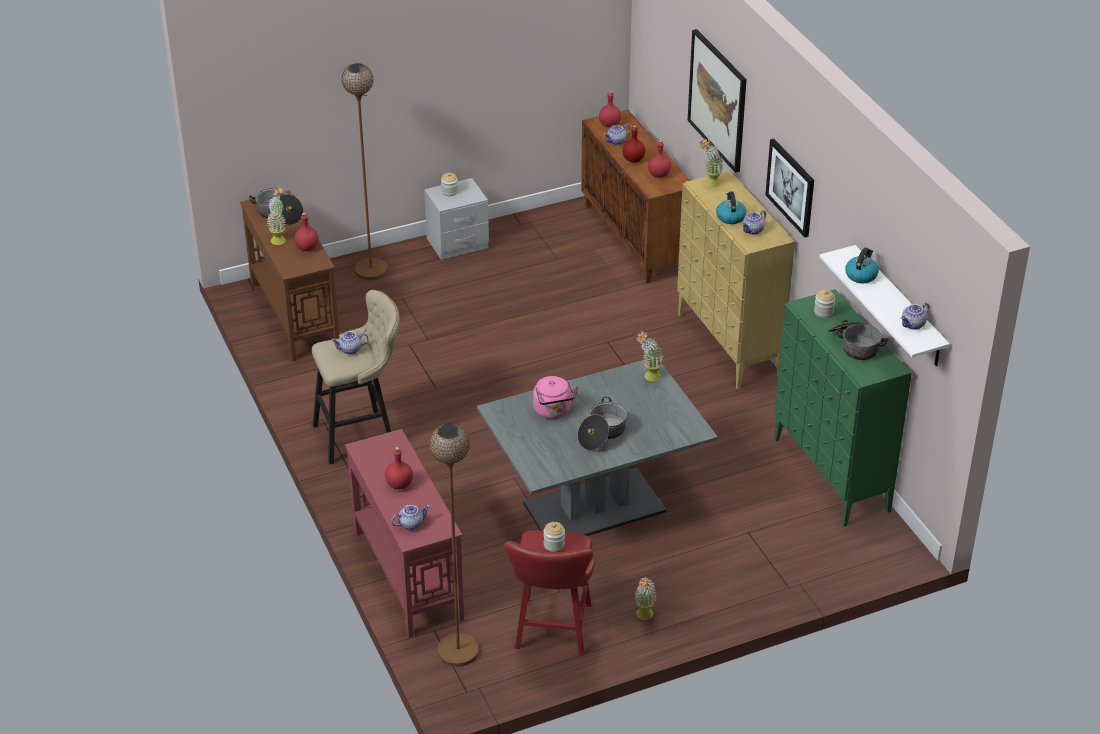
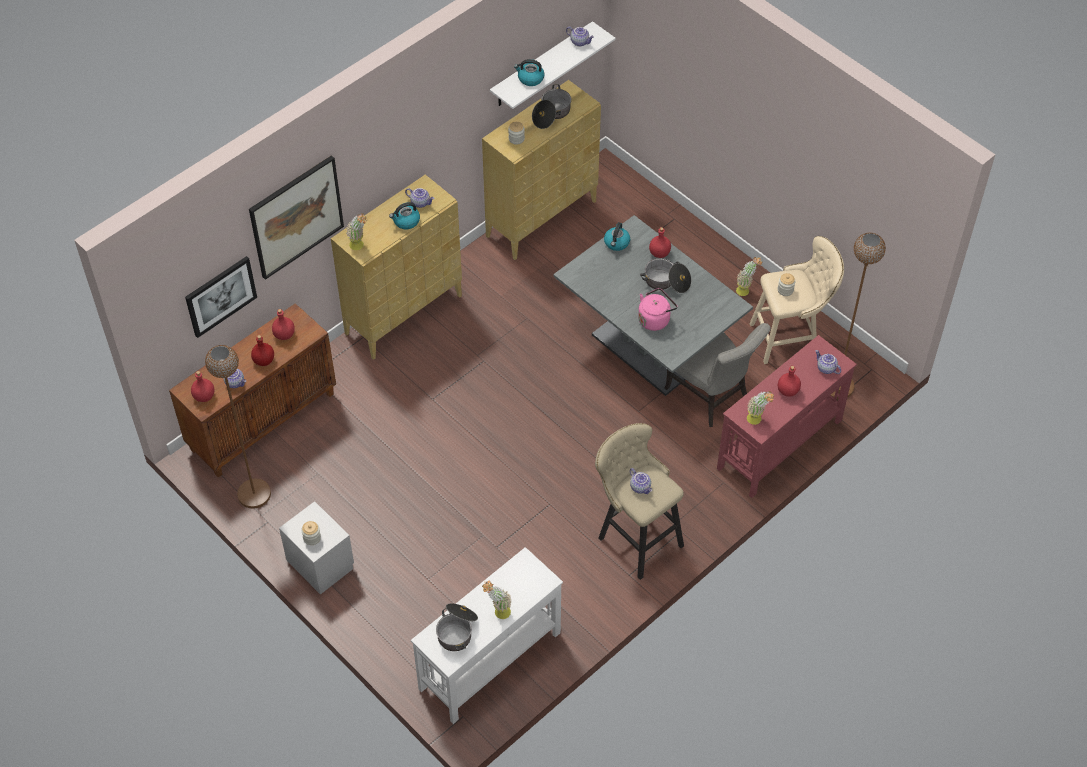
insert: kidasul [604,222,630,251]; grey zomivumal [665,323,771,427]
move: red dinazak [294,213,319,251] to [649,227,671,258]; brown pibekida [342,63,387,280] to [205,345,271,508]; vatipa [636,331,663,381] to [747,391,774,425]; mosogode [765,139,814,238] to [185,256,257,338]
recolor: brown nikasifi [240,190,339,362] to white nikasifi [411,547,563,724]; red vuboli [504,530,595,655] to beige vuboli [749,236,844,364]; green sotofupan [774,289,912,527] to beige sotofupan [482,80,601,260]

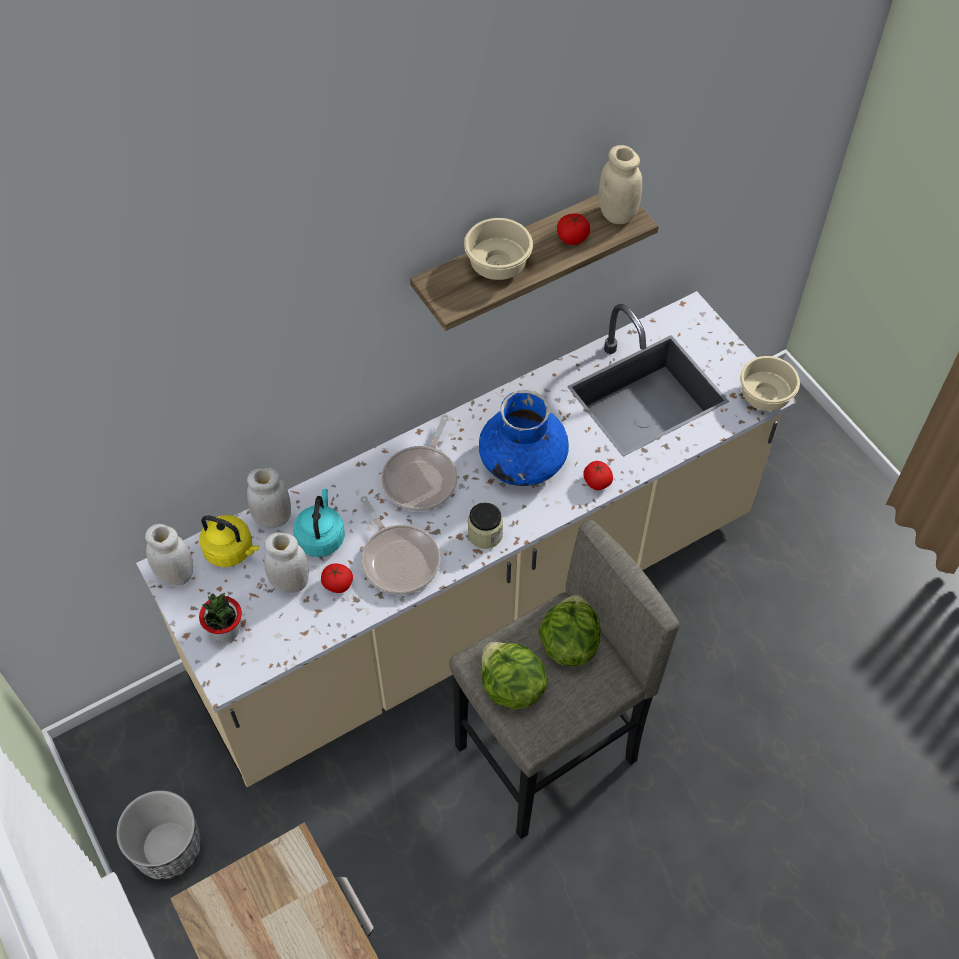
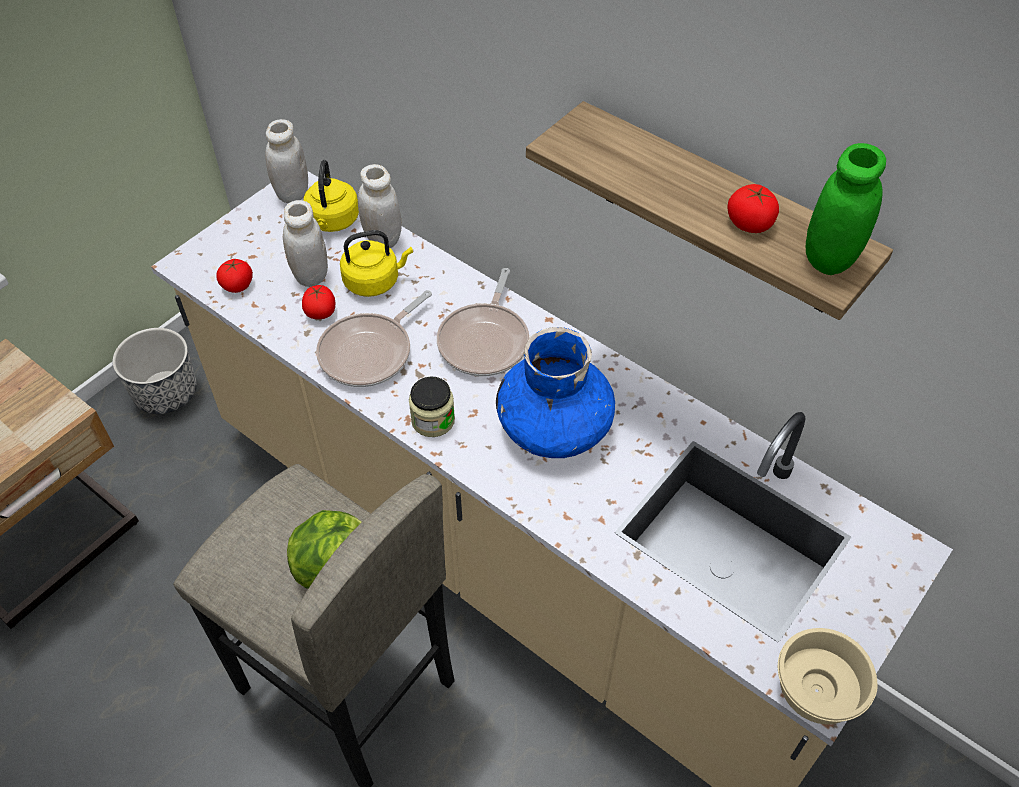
delete: vatipa [199,593,242,643]; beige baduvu [464,218,533,280]; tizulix [481,642,547,710]
move: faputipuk [583,461,613,490] to [216,258,253,293]
recolor: turquoise kidasul [293,489,345,557] to yellow kidasul [340,230,413,297]; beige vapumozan [599,145,642,224] to green vapumozan [806,143,886,275]
rotate: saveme [381,415,457,511] = [437,268,529,376] 75 degrees counterclockwise

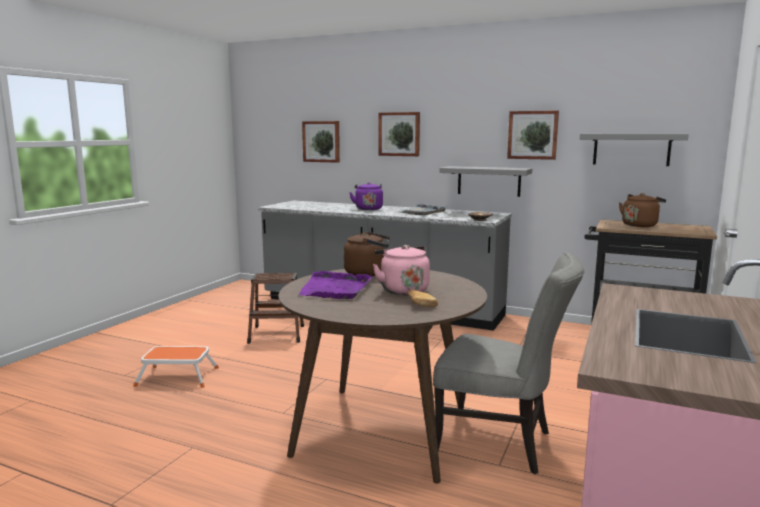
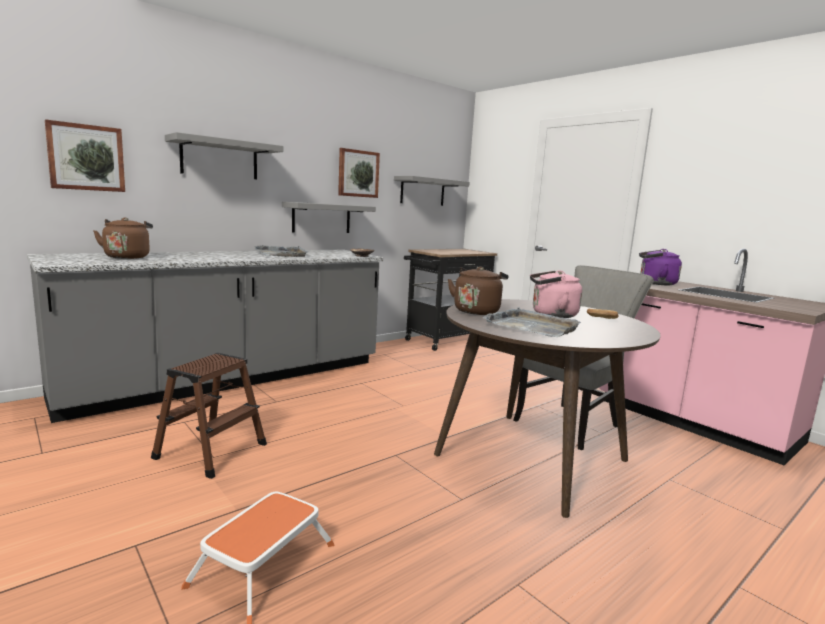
move: purple kidasul [349,182,383,210] to [639,249,682,286]; brown kidasul [619,193,666,227] to [93,217,153,259]
replace: mosogode [379,112,420,156] to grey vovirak [165,132,283,179]
recolor: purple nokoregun [298,271,372,299] to grey nokoregun [483,307,581,337]

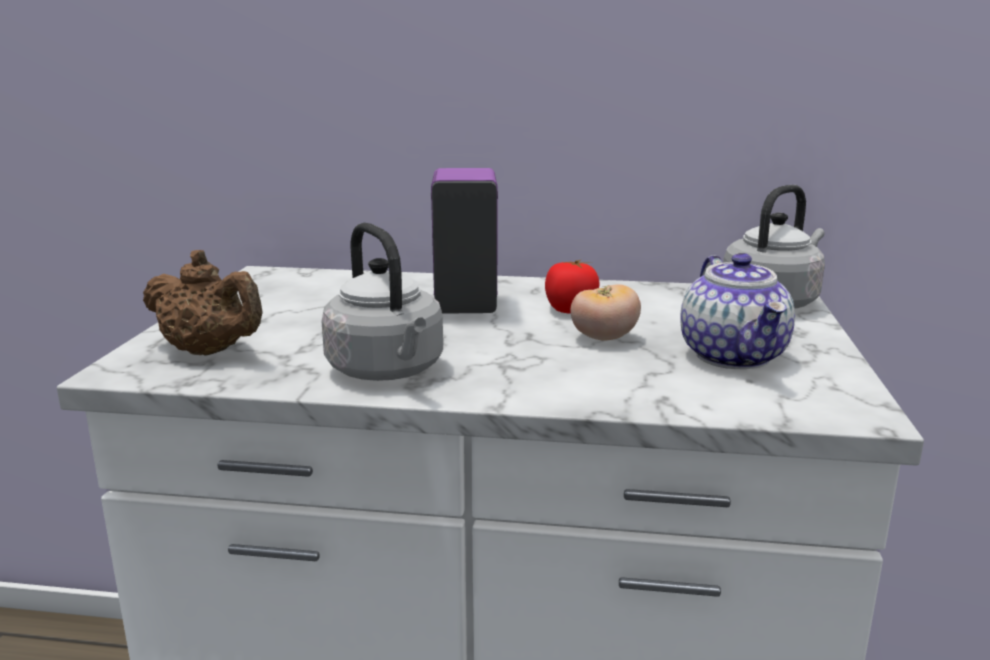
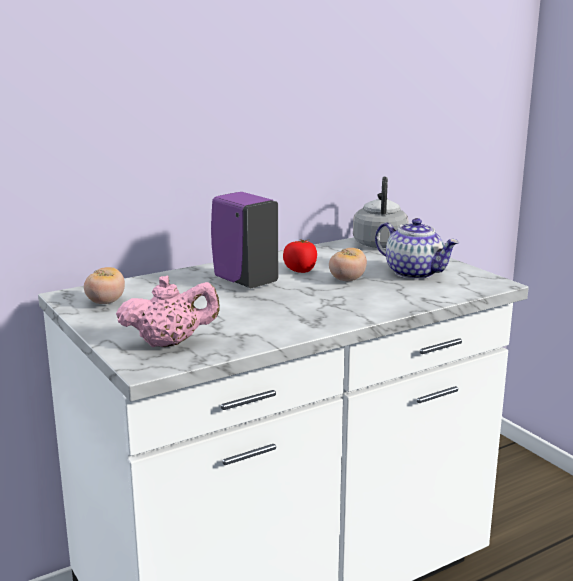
delete: grey kidasul [321,223,443,381]
insert: faputipuk [84,267,125,304]
recolor: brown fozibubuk [143,250,263,356] to pink fozibubuk [116,276,220,347]

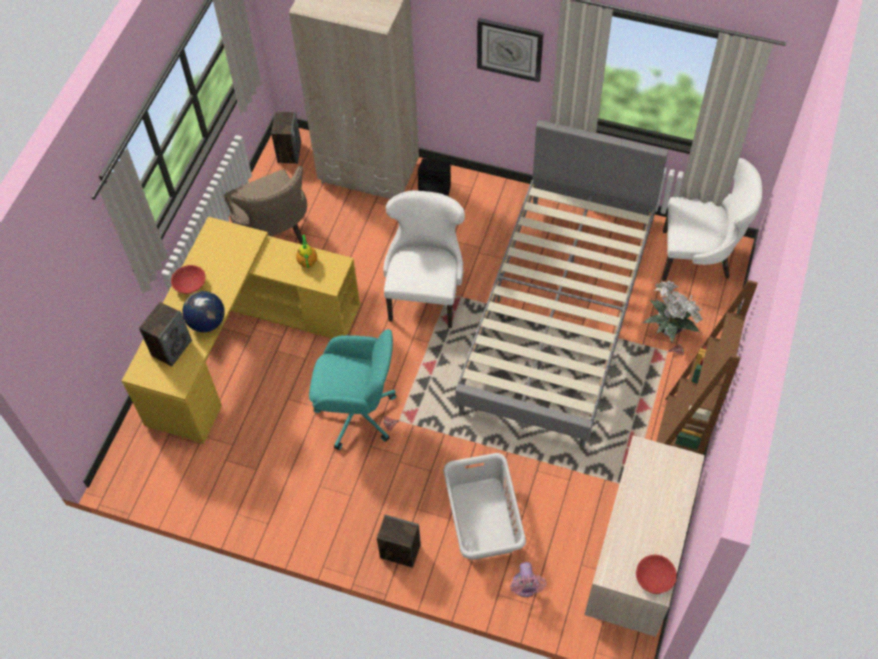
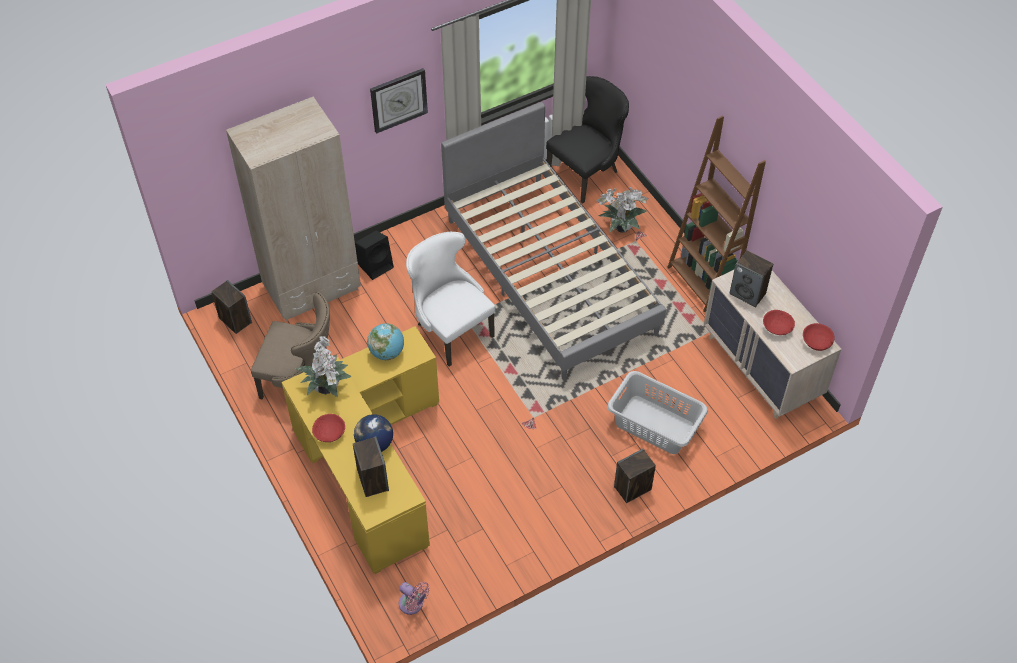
delete: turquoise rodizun [309,329,396,450]
insert: vatipa [295,336,352,397]; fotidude [729,250,773,307]; red baduvu [763,310,795,335]
move: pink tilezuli [510,562,547,597] to [399,582,430,615]
replace: fozibubuk [296,235,317,268] to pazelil [367,324,404,360]
recolor: white zomivumal [662,158,762,281] to black zomivumal [546,76,629,204]

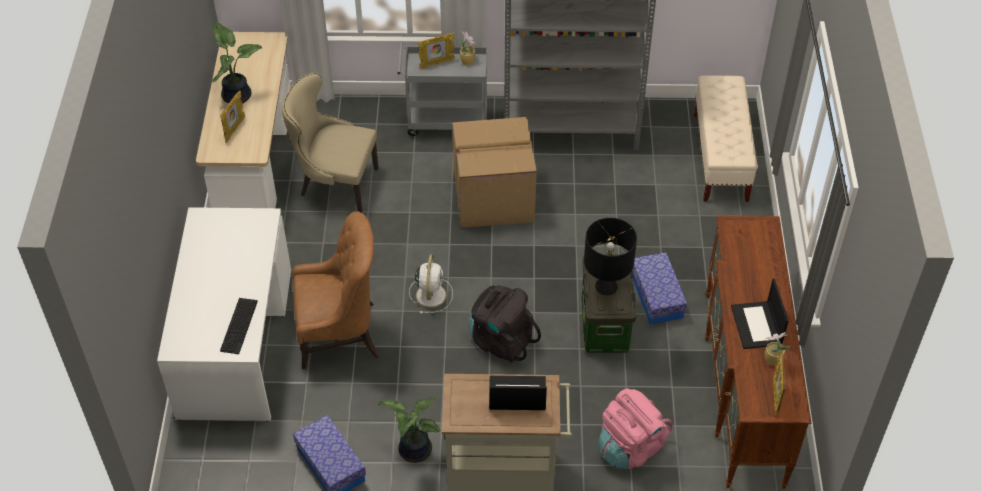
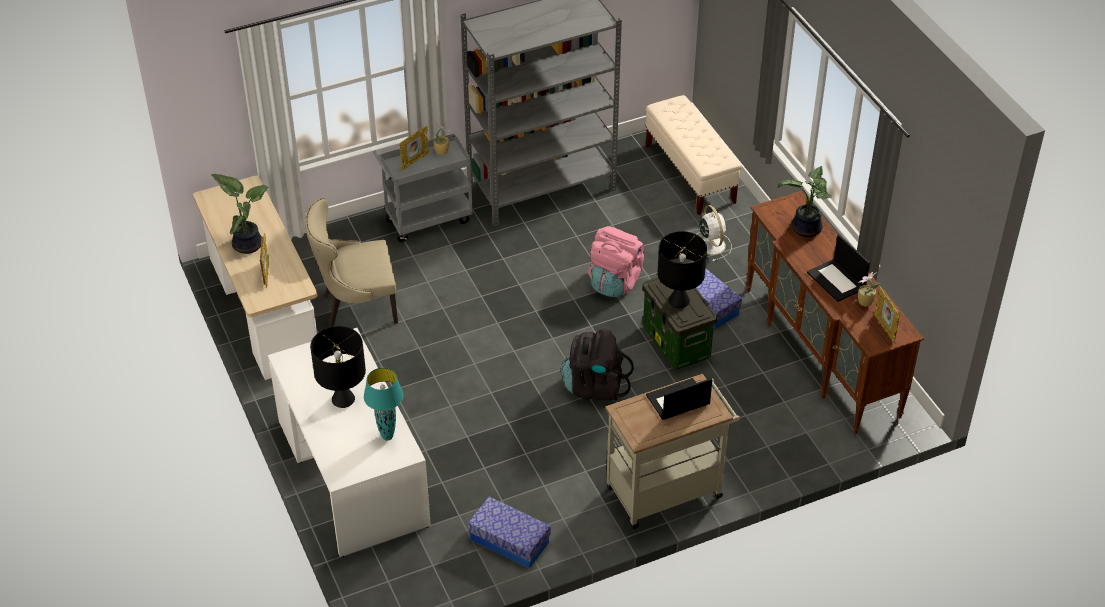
delete: brown zomivumal [292,211,379,369]; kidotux [453,117,537,228]
insert: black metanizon [310,326,366,408]
move: vatipa [378,396,441,463] to [777,166,832,237]; white tilezuli [409,254,453,314] to [696,205,732,261]; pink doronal [599,388,673,469] to [588,226,644,297]
replace: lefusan [220,298,258,354] to turquoise metanizon [364,368,403,441]

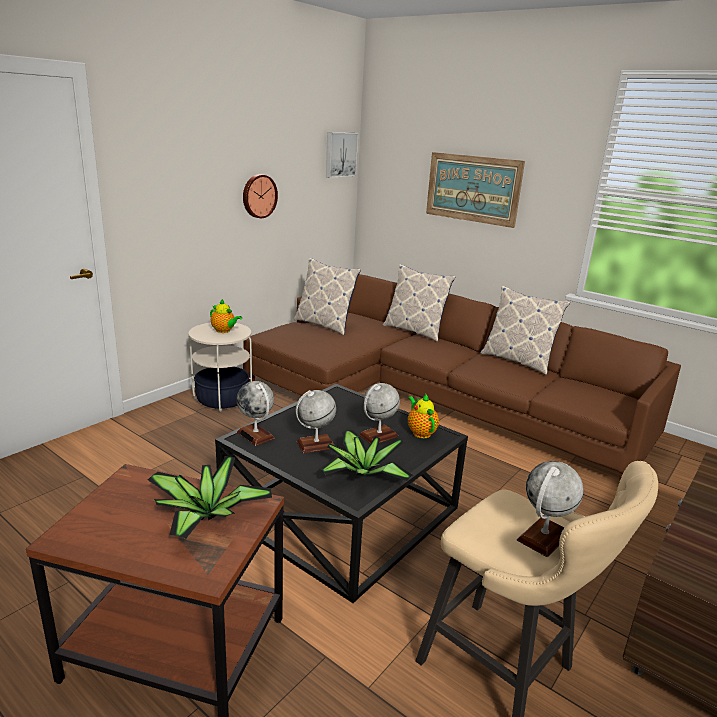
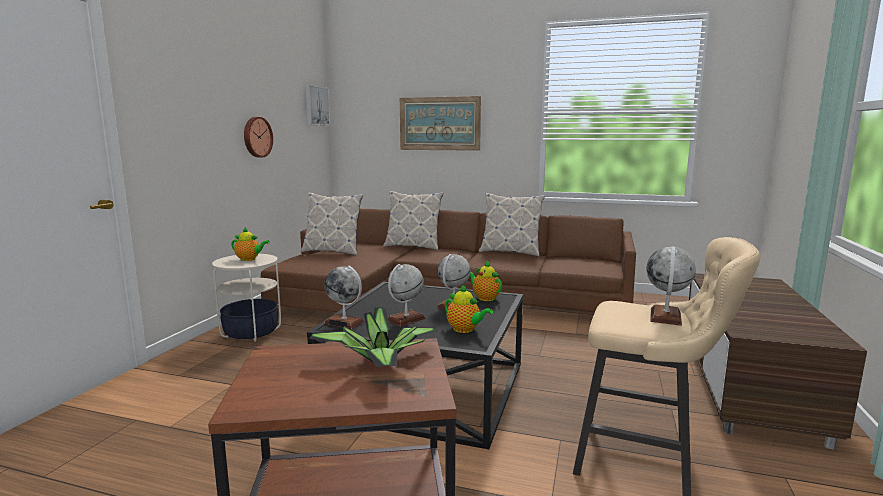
replace: vatipa [320,430,413,481] to fozibubuk [445,284,493,333]

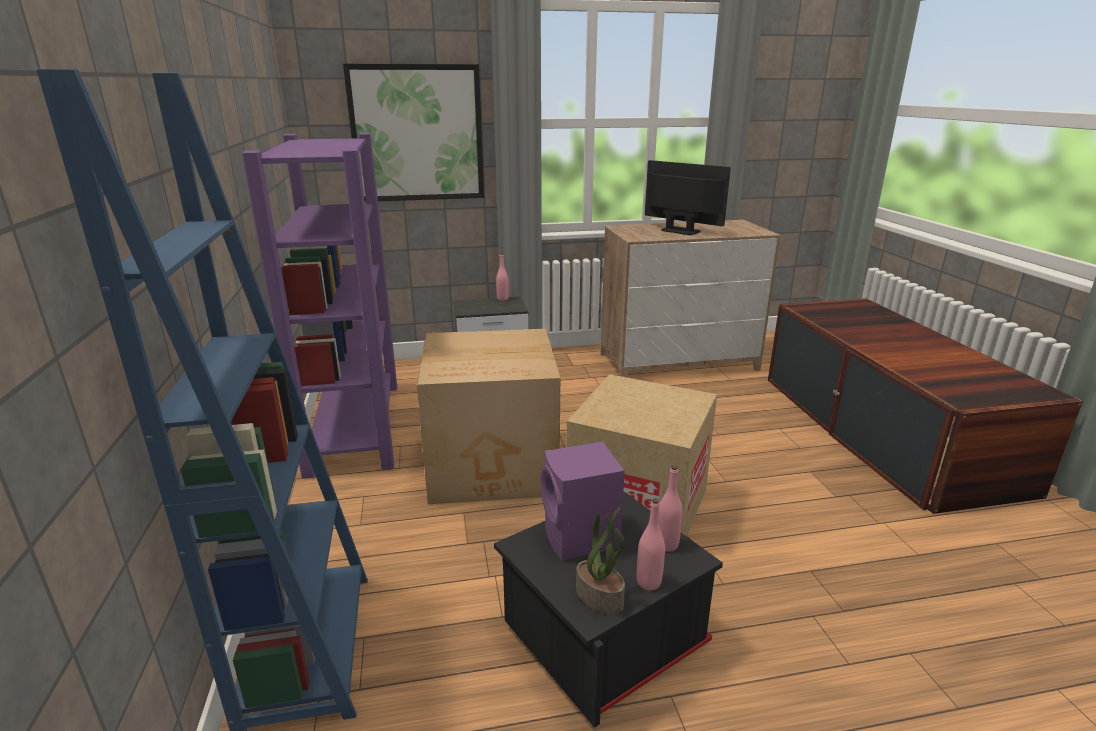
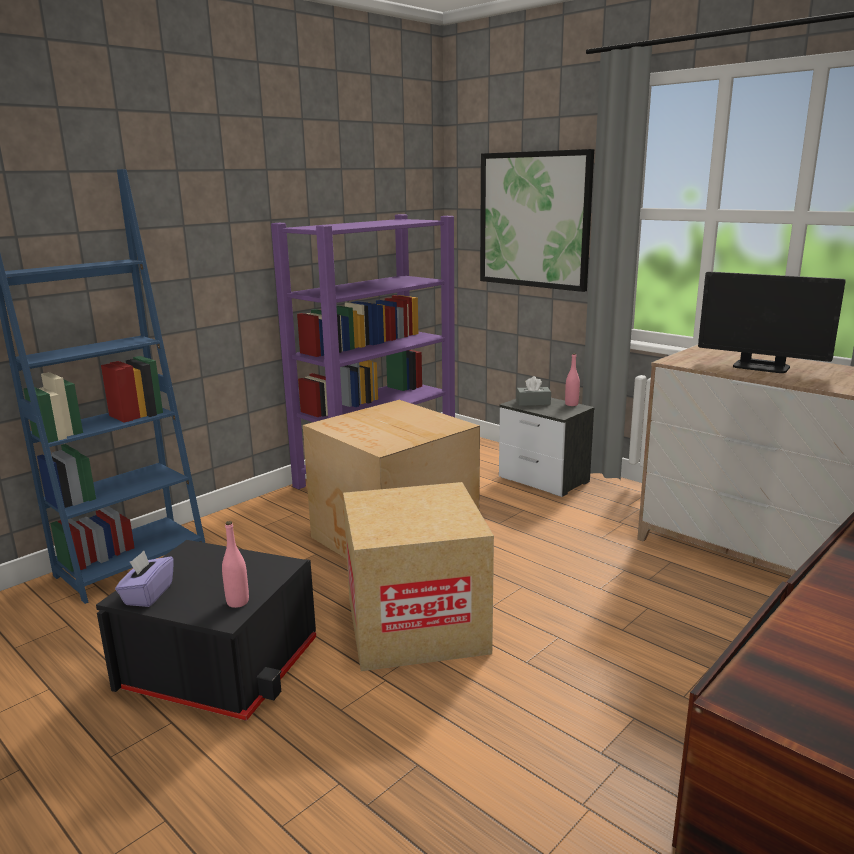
delete: purple fotidude [541,442,625,561]; pink dinazak [637,498,665,590]
insert: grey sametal [516,376,551,406]
replace: vatipa [576,507,625,614] to purple sametal [115,551,174,607]
rotate: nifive [645,160,731,235] = [698,271,846,373] 120 degrees clockwise

